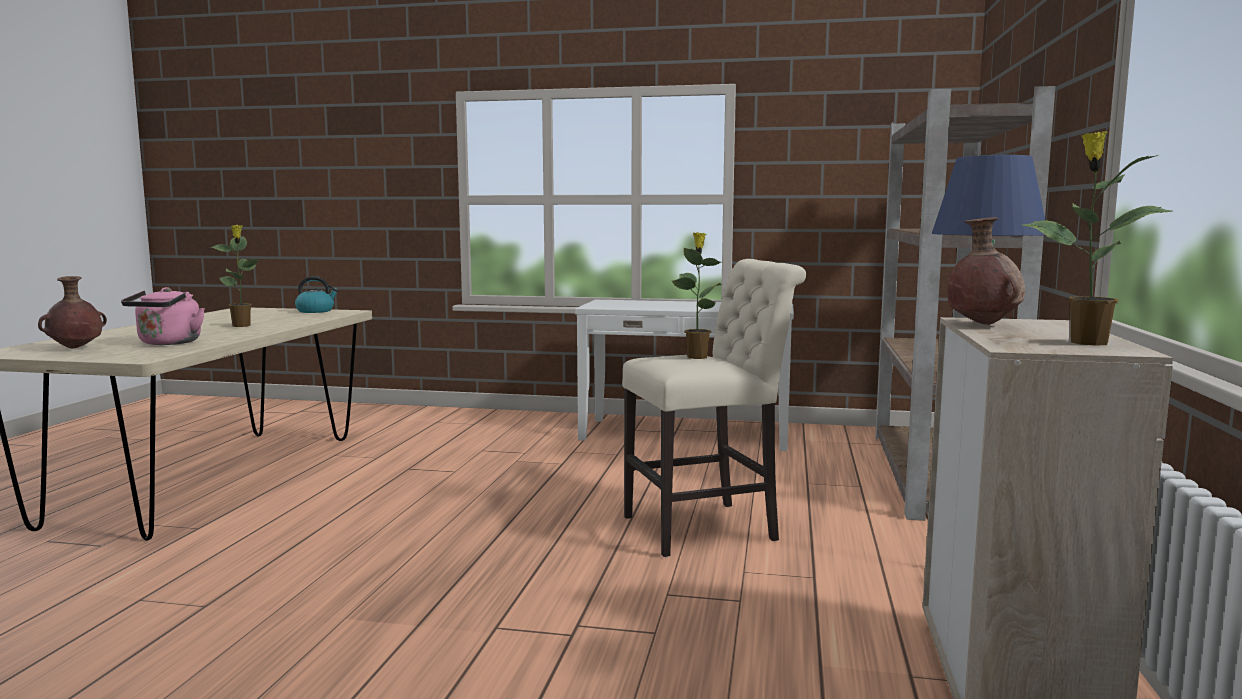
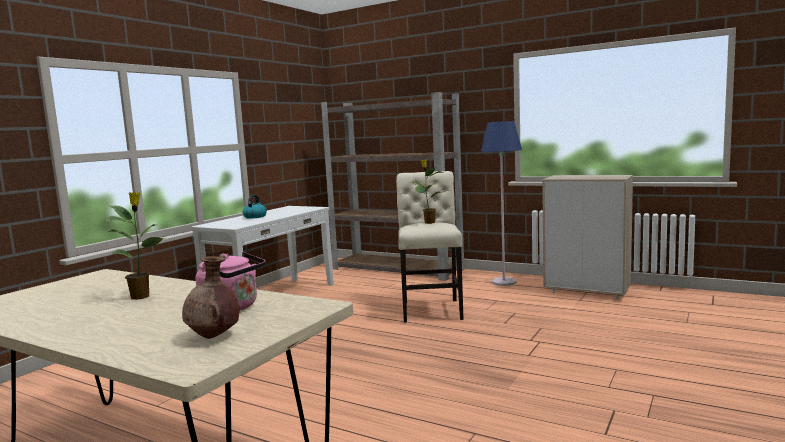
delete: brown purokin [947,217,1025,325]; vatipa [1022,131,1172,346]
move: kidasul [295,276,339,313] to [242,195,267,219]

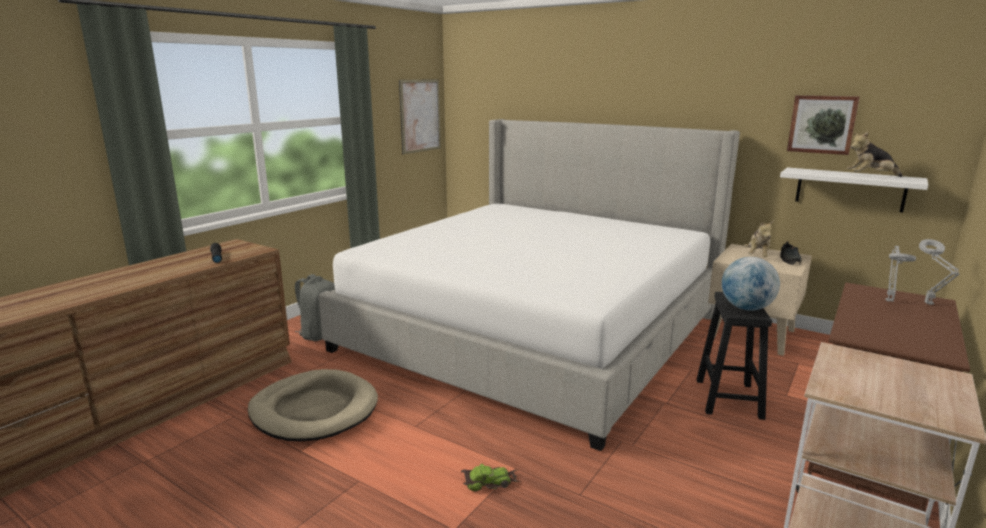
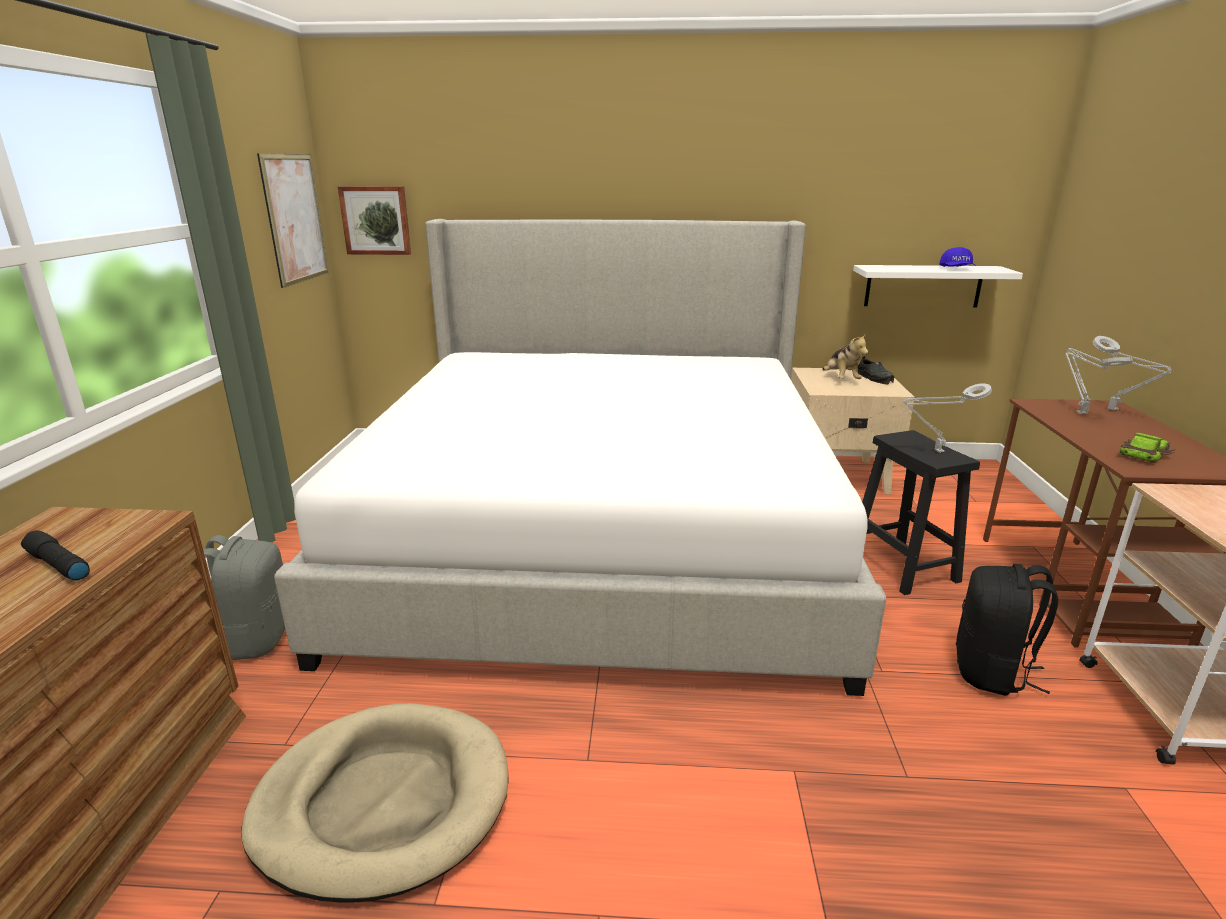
insert: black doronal [956,564,1058,696]
move: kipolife [461,464,520,492] to [1120,433,1176,463]; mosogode [787,95,860,155] to [338,186,411,255]
replace: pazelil [722,257,780,311] to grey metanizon [903,384,992,453]; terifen [847,132,902,177] to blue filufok [939,247,976,267]

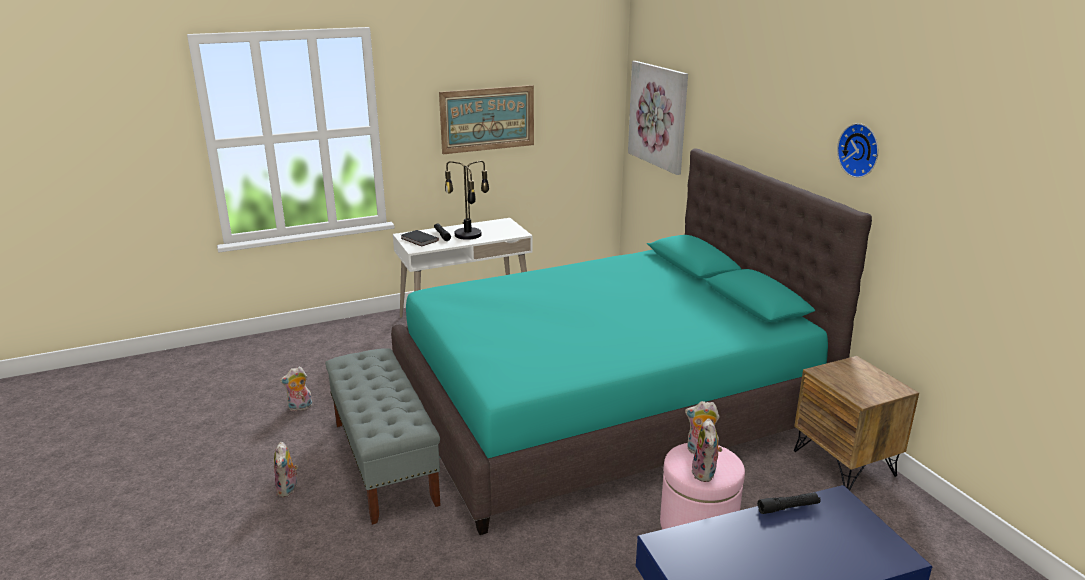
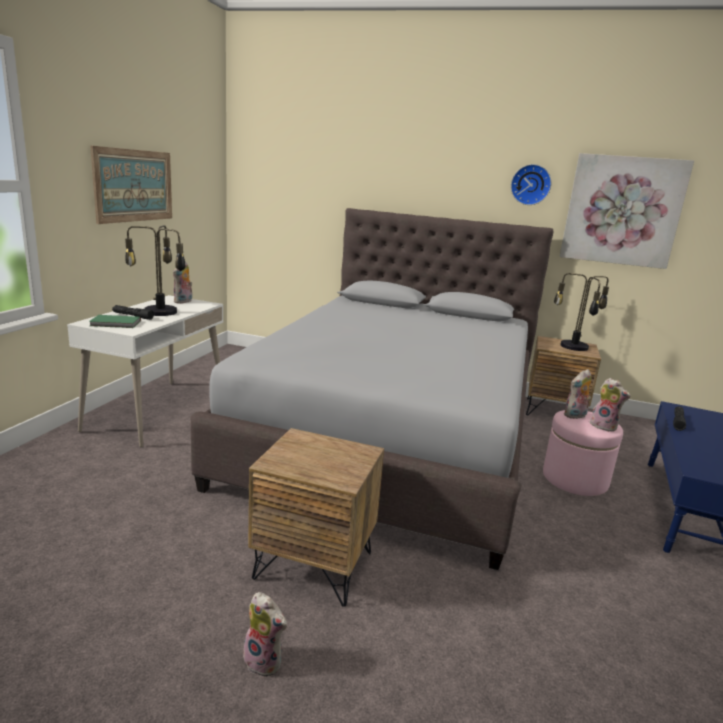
insert: metanizon [554,273,609,351]
move: terifen [280,367,313,412] to [173,261,192,304]; mosogode [628,61,688,175] to [560,153,694,269]
replace: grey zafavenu [325,348,441,525] to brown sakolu [248,428,384,607]
recolor: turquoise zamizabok [391,148,872,535] to grey zamizabok [191,208,554,570]; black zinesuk [401,230,439,247] to green zinesuk [89,315,141,328]

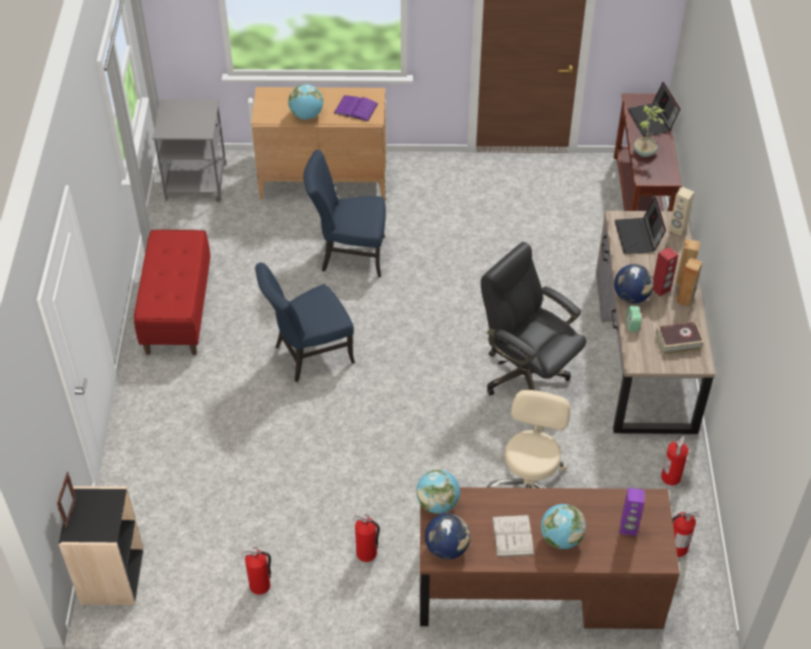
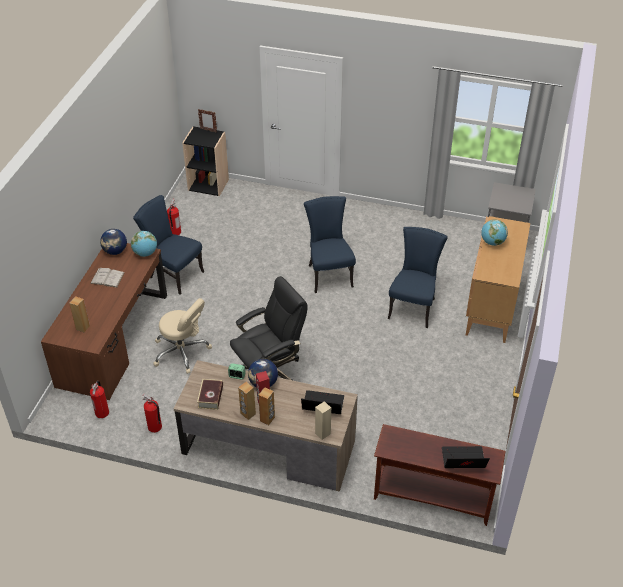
delete: red zafavenu [134,230,211,355]; purple zinesuk [333,95,378,122]; pazelil [541,504,586,549]; vatipa [634,105,664,157]
replace: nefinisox [352,512,380,562] to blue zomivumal [133,195,204,295]
recolor: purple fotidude [620,488,645,536] to brown fotidude [69,296,90,332]

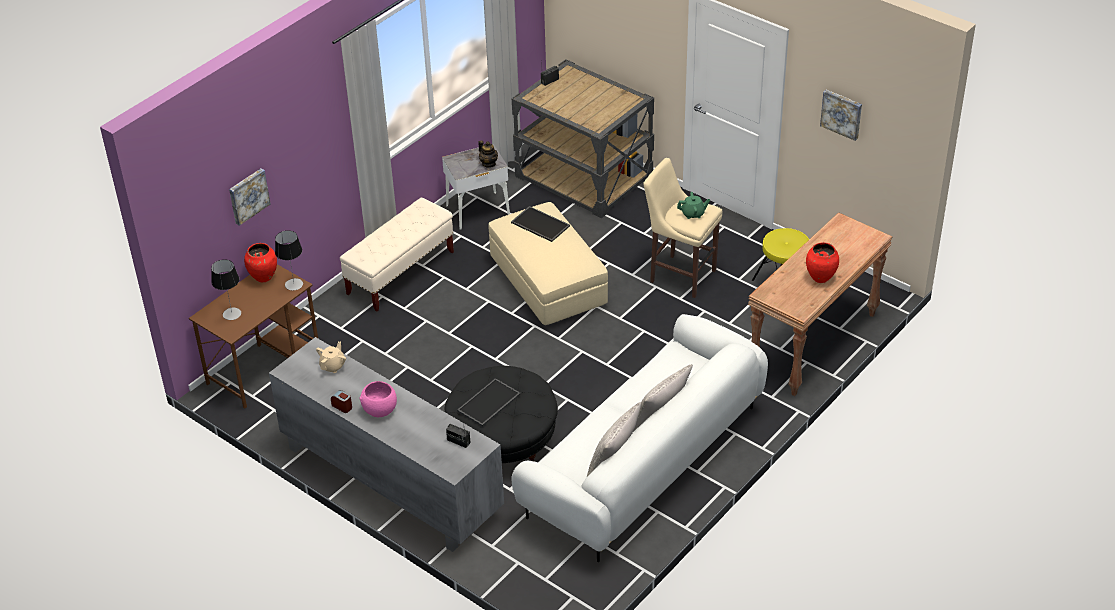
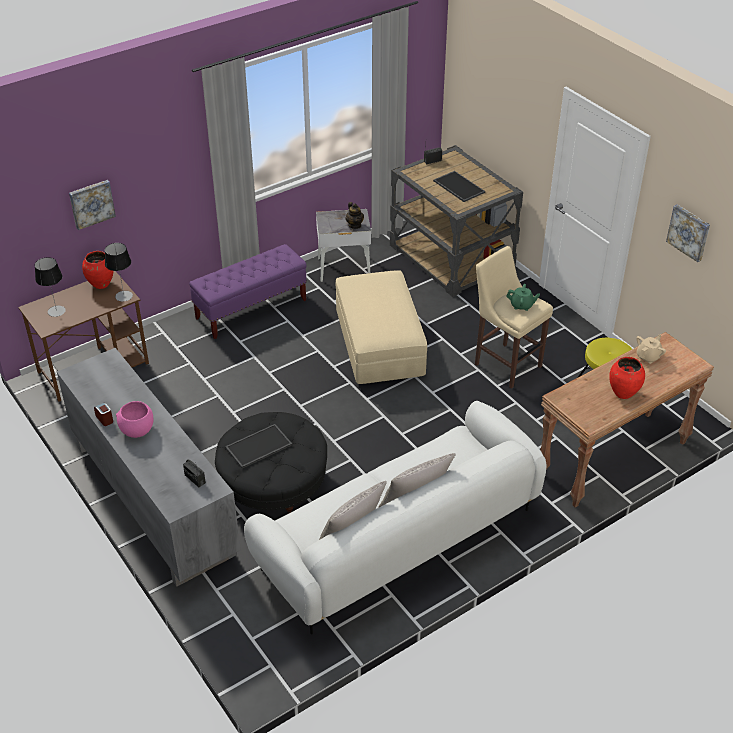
move: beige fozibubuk [316,341,346,373] to [636,334,666,364]; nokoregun [511,206,570,242] to [433,171,485,202]
recolor: beige zafavenu [340,198,454,311] to purple zafavenu [189,244,307,339]

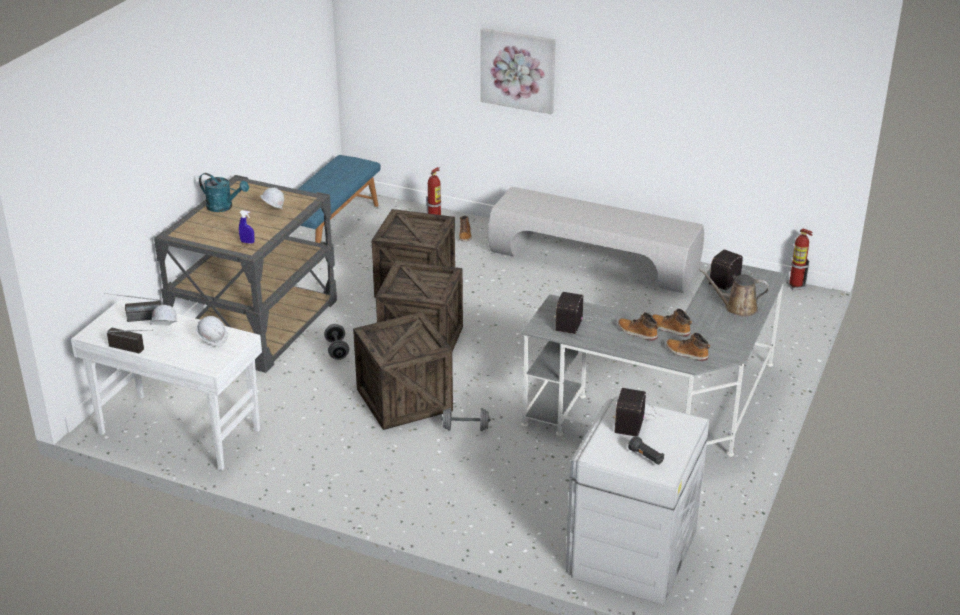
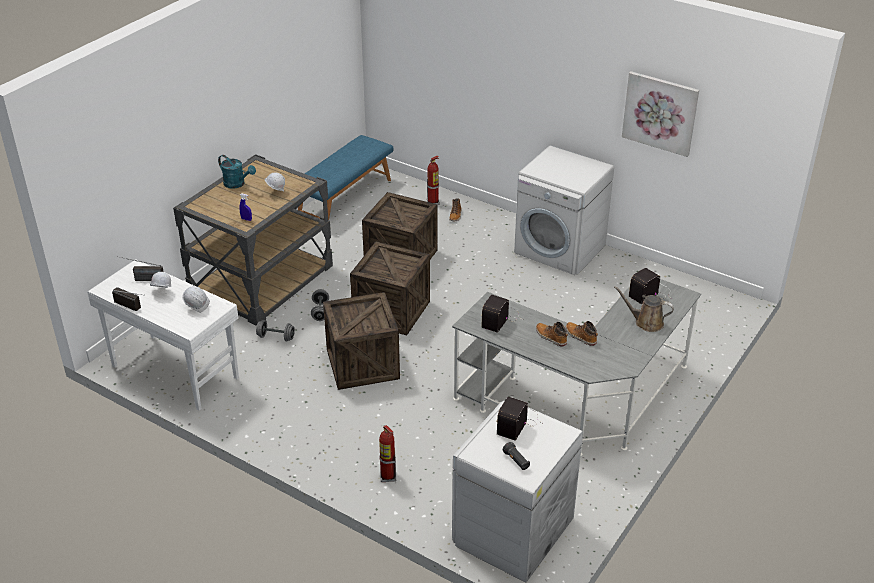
delete: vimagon [666,333,710,361]
move: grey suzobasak [441,407,490,431] to [256,320,295,341]; mosogode [480,28,556,115] to [622,71,699,157]; nefinisox [787,229,813,290] to [379,425,396,482]
replace: grey zafavenu [488,187,704,293] to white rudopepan [514,145,614,275]

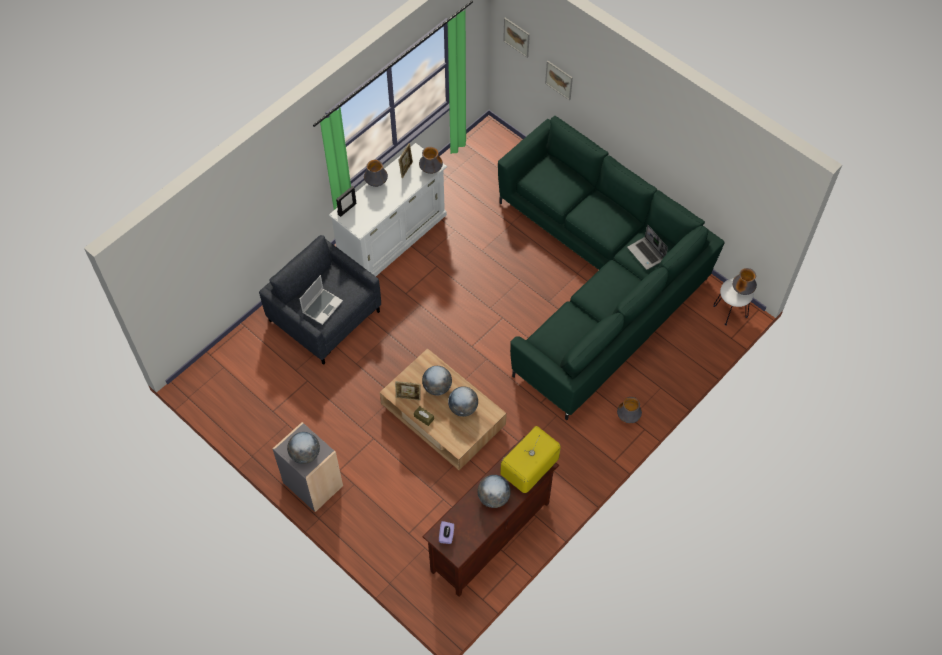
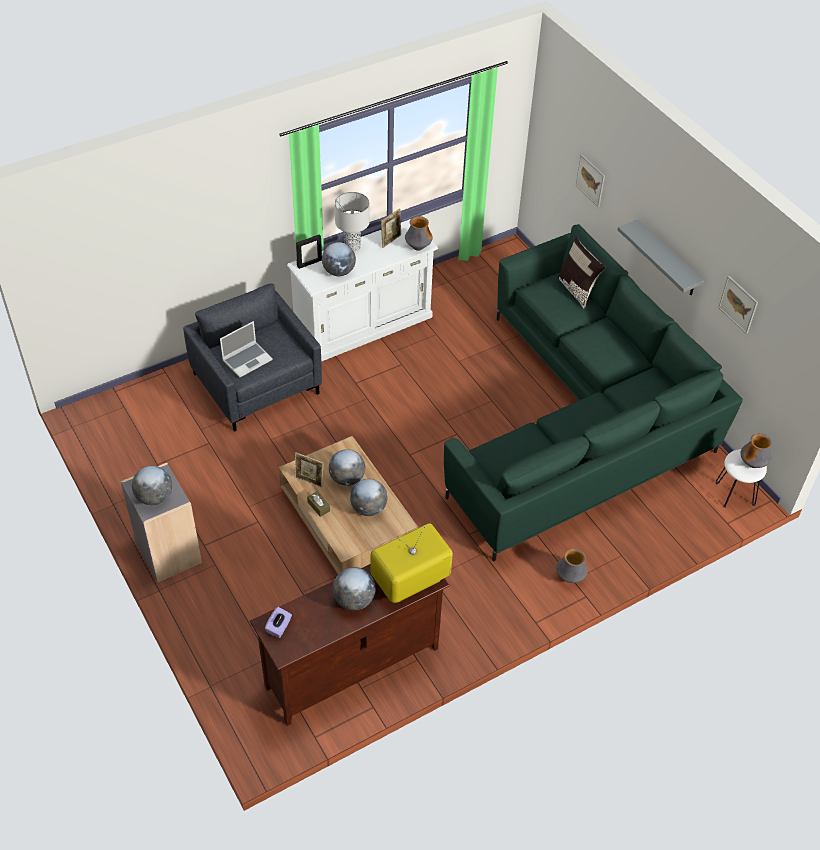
delete: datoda [627,225,668,270]
insert: pazelil [322,242,356,276]; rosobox [558,237,606,309]; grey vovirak [618,219,704,295]
move: mosogode [503,18,530,58] to [718,276,758,334]
replace: purokin [364,160,388,187] to white metanizon [335,192,370,251]

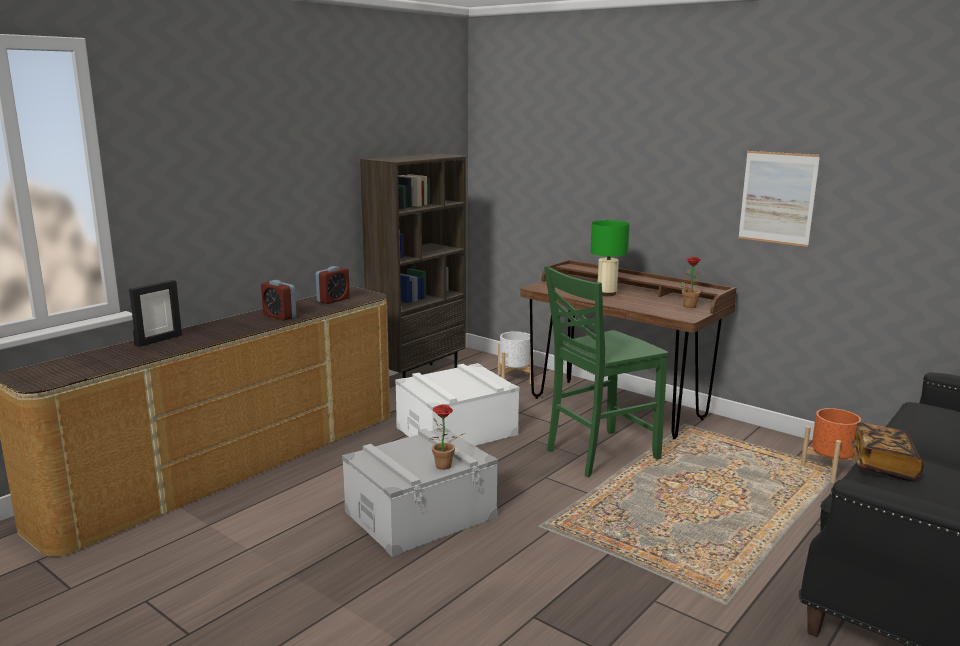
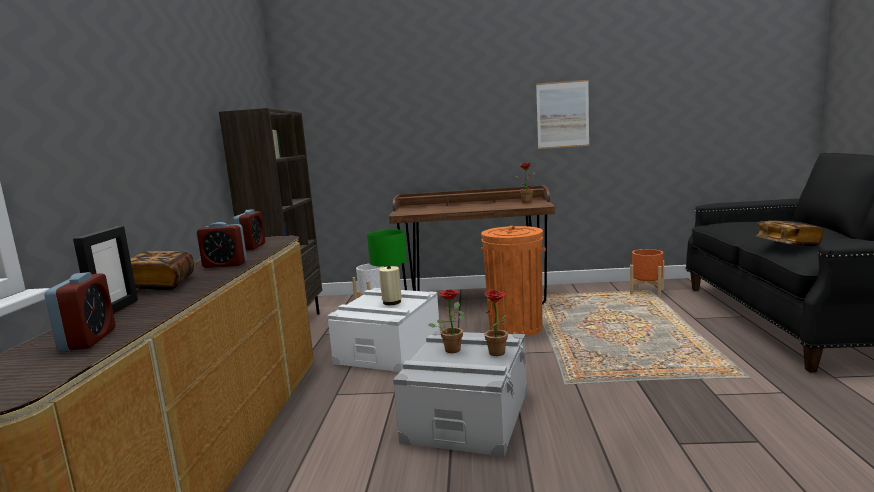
insert: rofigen [45,272,116,351]; zinesuk [130,251,194,290]; vatipa [429,289,465,353]
move: green metanizon [591,220,630,296] to [367,229,407,305]
replace: green zomivumal [544,265,668,477] to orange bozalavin [481,226,546,337]

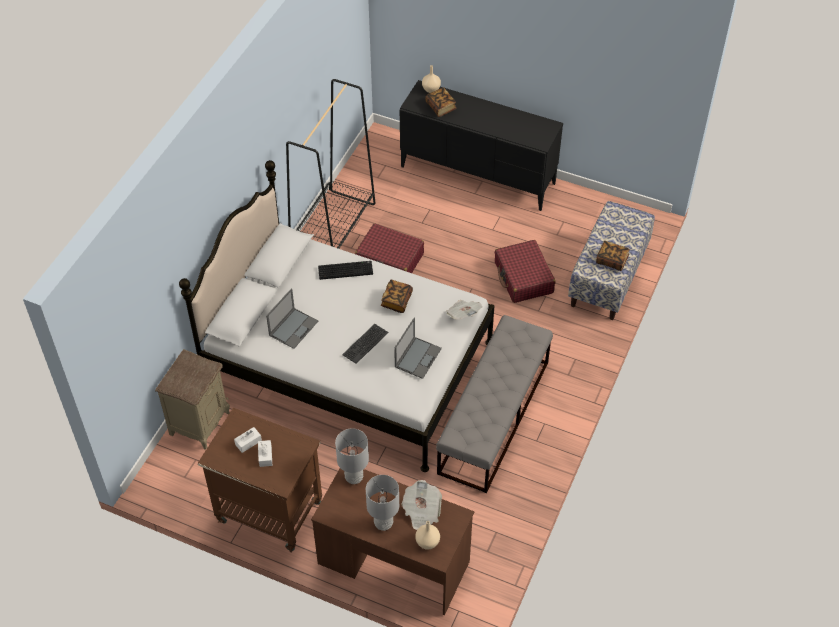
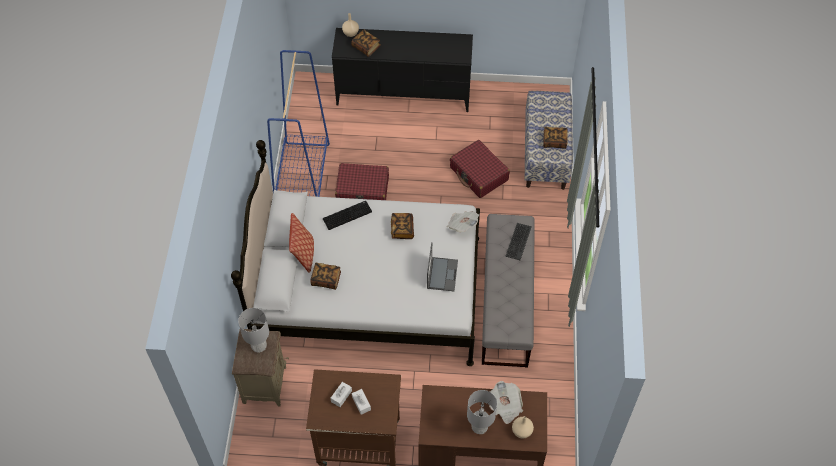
insert: rosobox [289,213,314,273]
move: grey metanizon [335,429,369,484] to [238,308,269,353]; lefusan [342,324,389,364] to [505,223,532,260]
replace: datoda [266,288,318,349] to zinesuk [310,263,341,290]
recolor: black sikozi [286,79,376,249] to blue sikozi [267,50,330,197]

